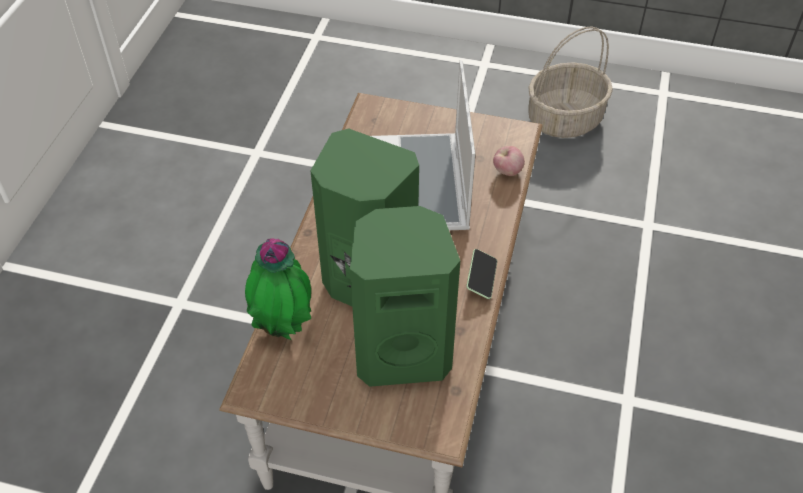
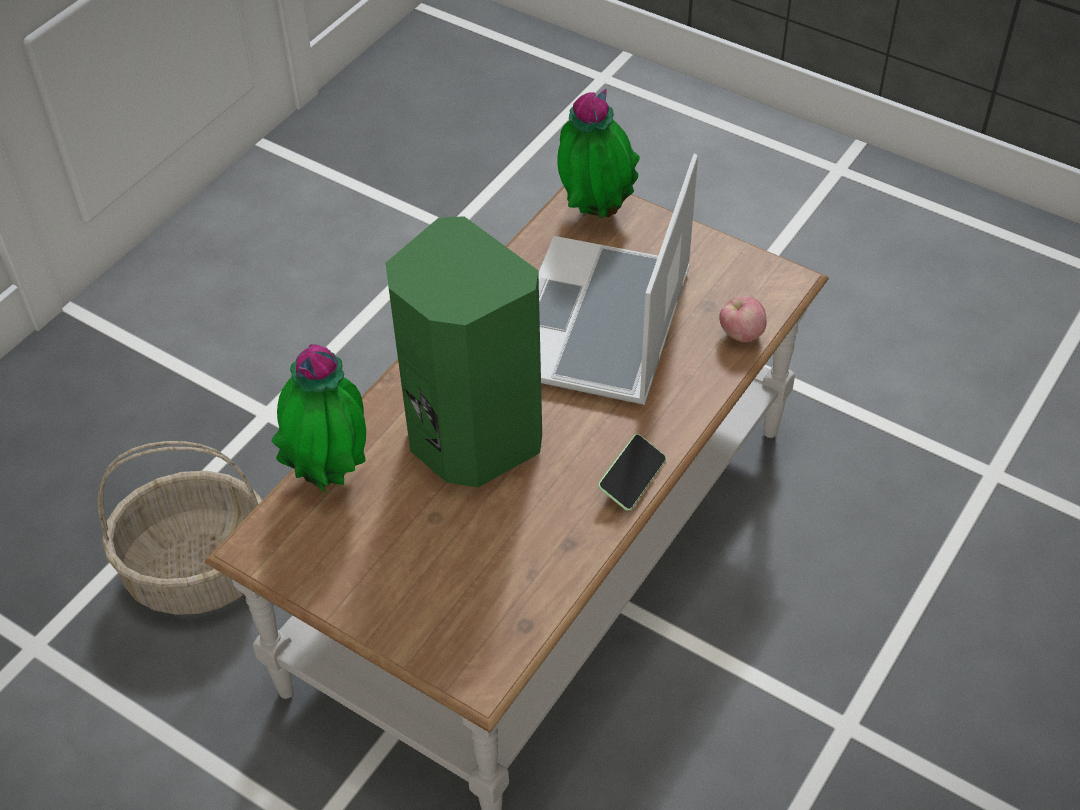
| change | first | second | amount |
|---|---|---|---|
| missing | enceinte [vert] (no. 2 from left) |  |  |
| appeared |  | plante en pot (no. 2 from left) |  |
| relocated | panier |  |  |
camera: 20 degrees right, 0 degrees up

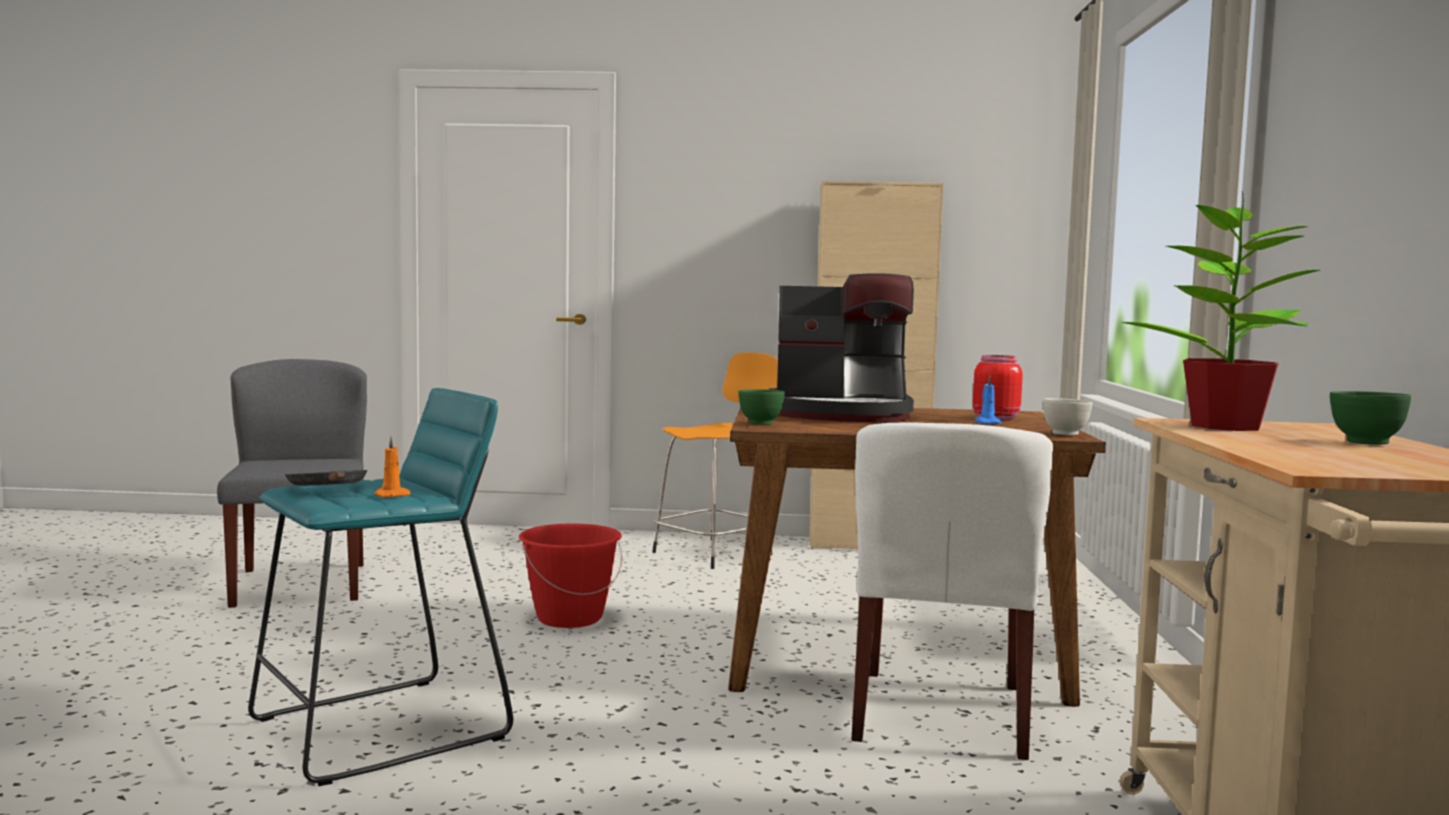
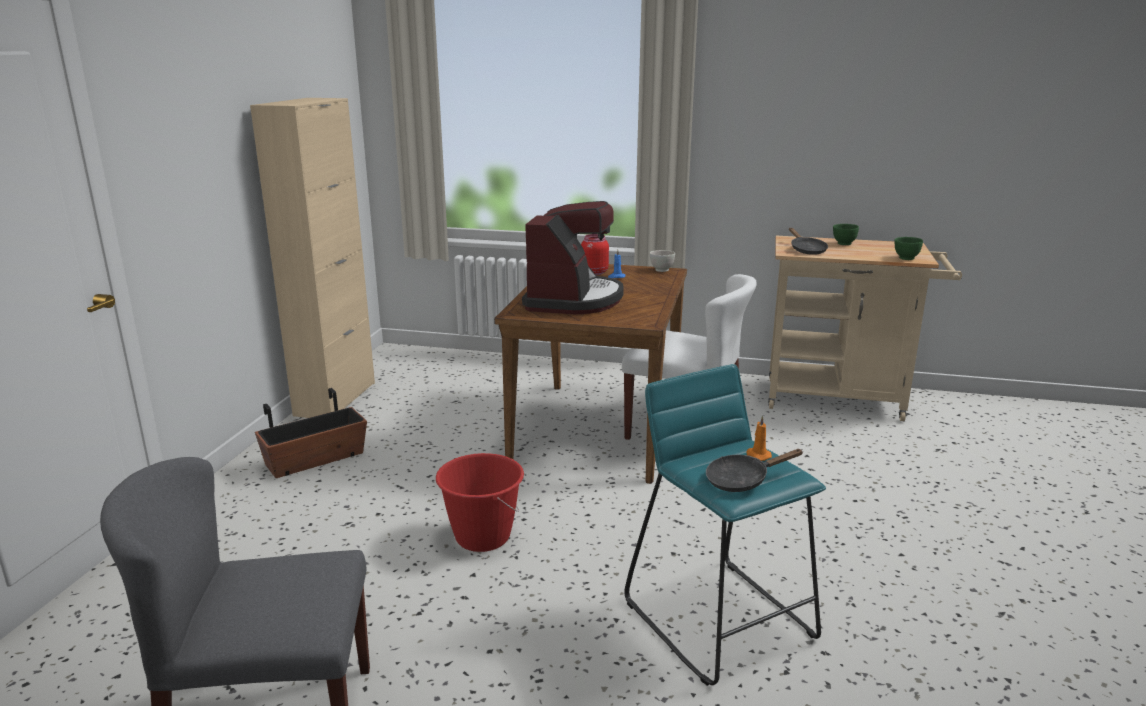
| change | first | second | amount |
|---|---|---|---|
| relocated | bol [vert] (no. 1 from left in the first image) | bol [vert] (no. 2 from left) |  |
| exchanged | tabouret [orange] | cache-pot |  |
| exchanged | plante en pot | poêle [noir] (no. 2 from left) |  |
camera: 80 degrees left, 15 degrees up

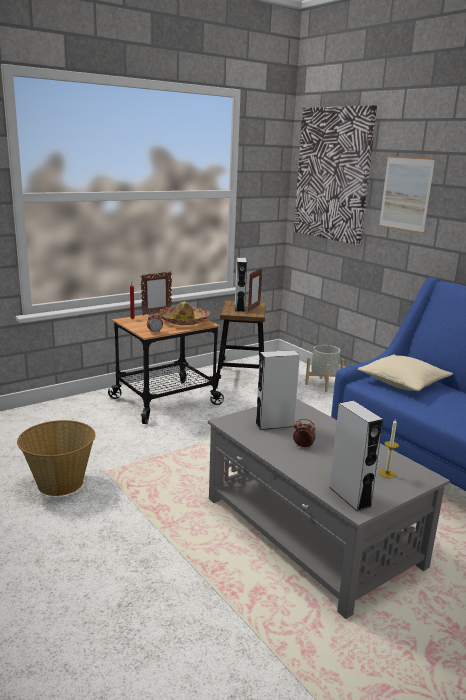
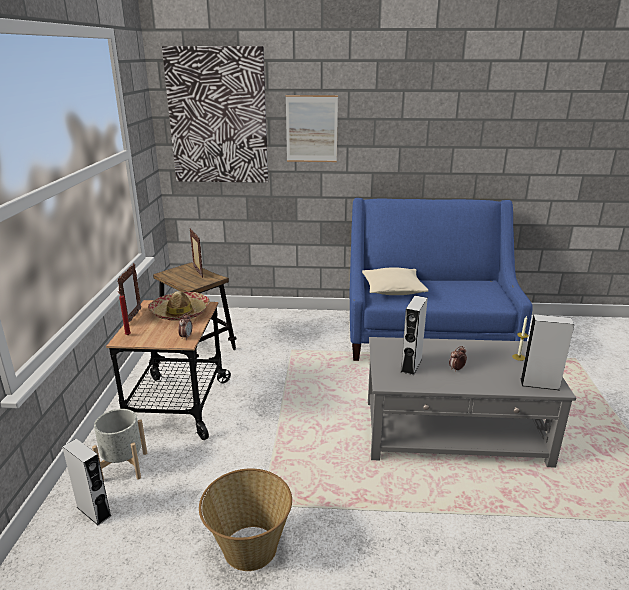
| change | first | second | amount |
|---|---|---|---|
| relocated | enceinte [gris] (no. 1 from left) |  |  |
| relocated | cache-pot [gris] |  |  |
camera: 50 degrees left, 5 degrees up

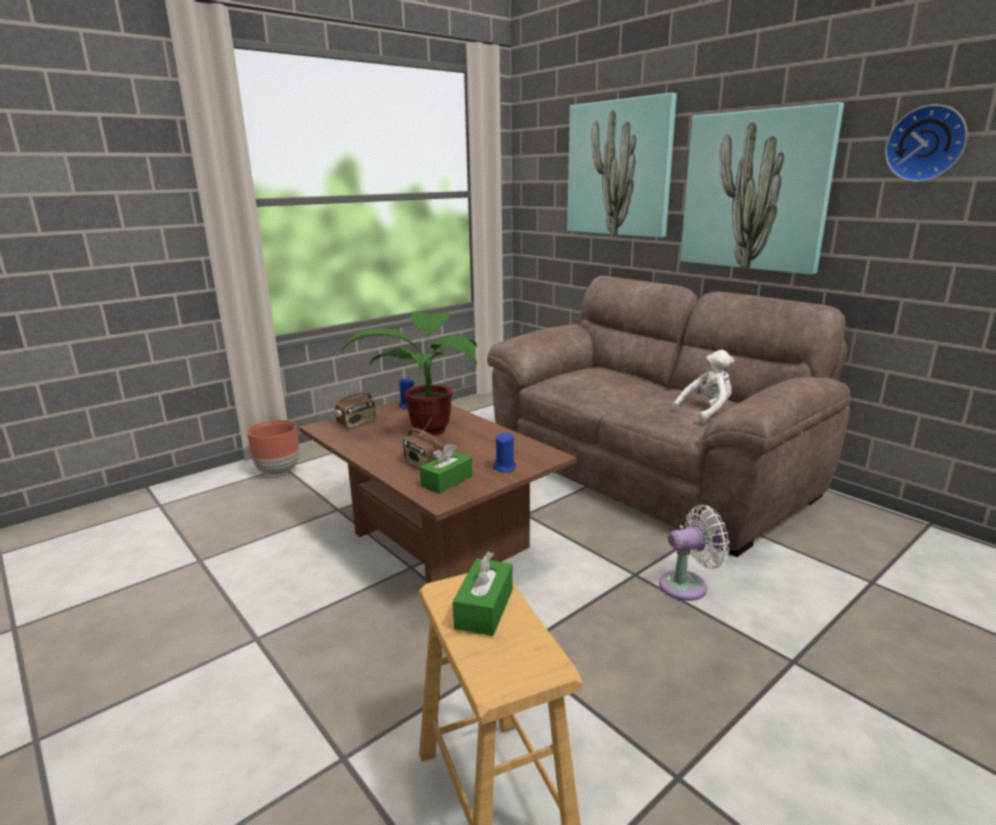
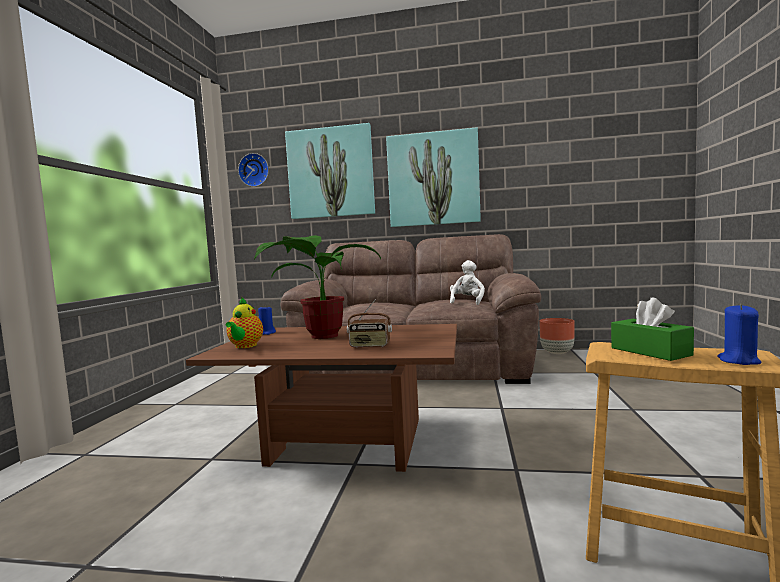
| change | first | second | amount |
|---|---|---|---|
| missing | boîte à mouchoirs [vert] (no. 1 from left) |  |  |
| missing | ventilateur [blanc] |  |  |
| relocated | cache-pot [marron] |  |  |
| relocated | bougie [bleu] (no. 2 from left) |  |  |
| relocated | horloge murale |  |  |
| exchanged | radio (no. 1 from left) | théière |  |
camera: 40 degrees left, 15 degrees down

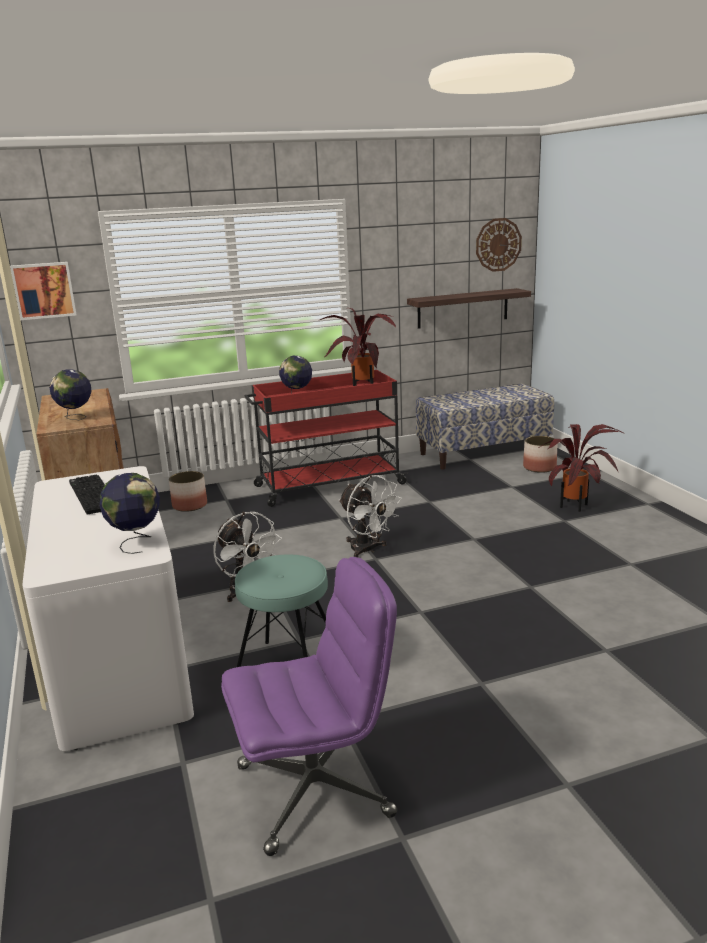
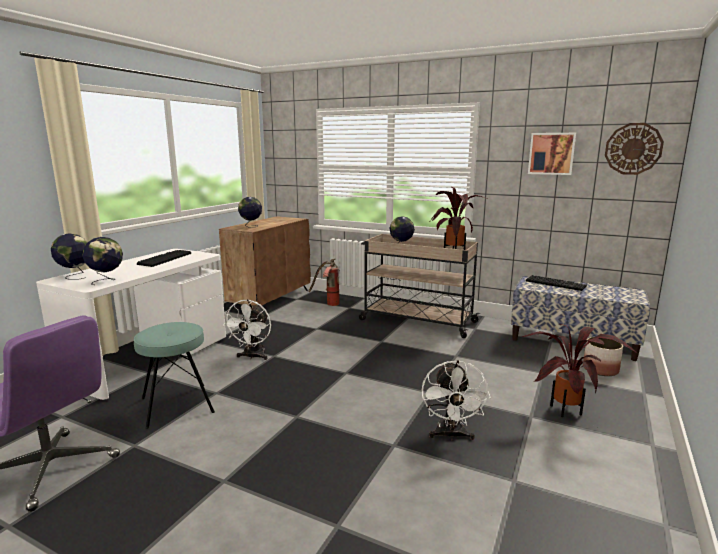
| change | first | second | amount |
|---|---|---|---|
| missing | étagère |  |  |
| appeared |  | globe (no. 1 from left) |  |
| appeared |  | clavier (no. 2 from left) |  |
| relocated | tableau |  |  |
| relocated | ventilateur [blanc] (no. 2 from left) |  |  |
| exchanged | cache-pot (no. 1 from left) | extincteur |  |
| colour | chariot [rouge] | chariot [beige] |  |
camera: 45 degrees right, 5 degrees down

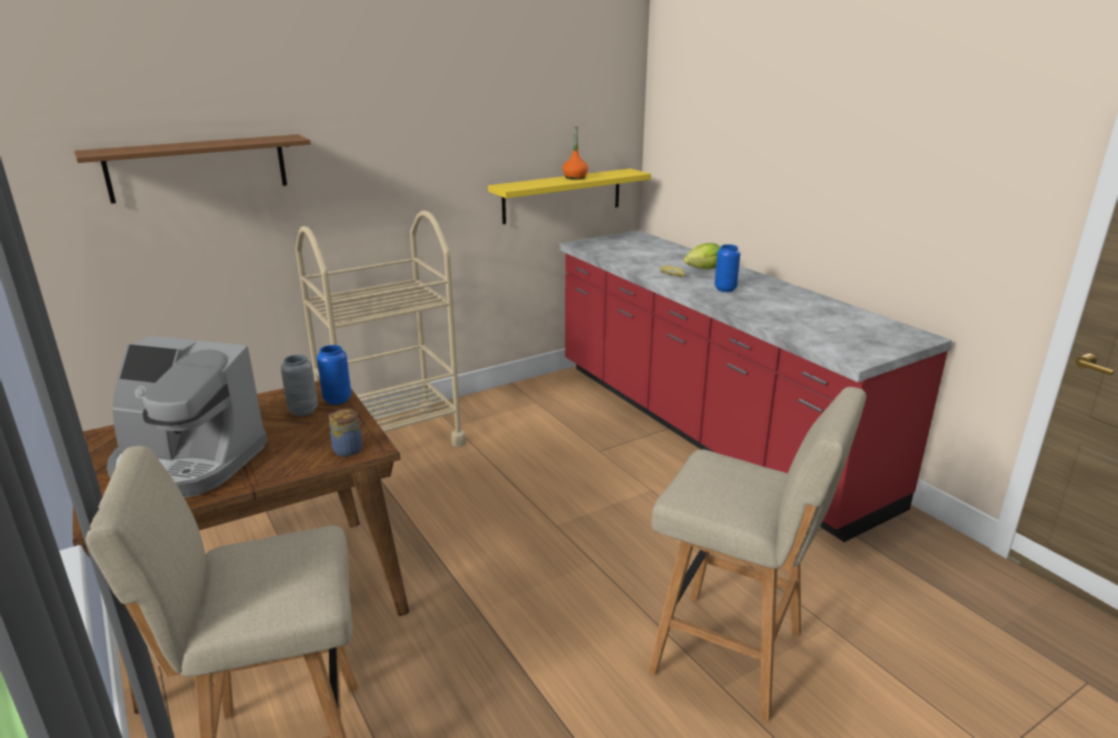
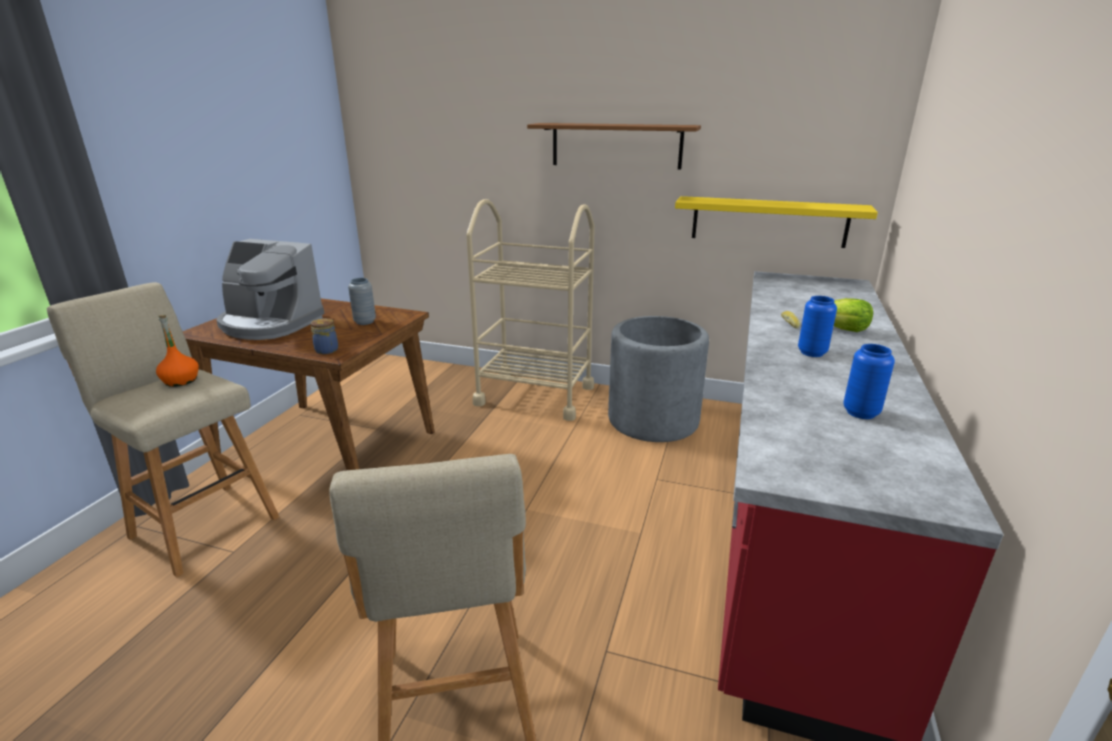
| change | first | second | amount |
|---|---|---|---|
| appeared |  | cache-pot [gris] |  |
| relocated | étagère [marron] |  |  |
| relocated | vase [bleu] (no. 1 from left in the first image) | vase [bleu] (no. 2 from left) |  |
| relocated | bouteille [orange] |  |  |
| spun | machine à café |  | 45 degrees counterclockwise |
camera: 50 degrees right, 0 degrees up

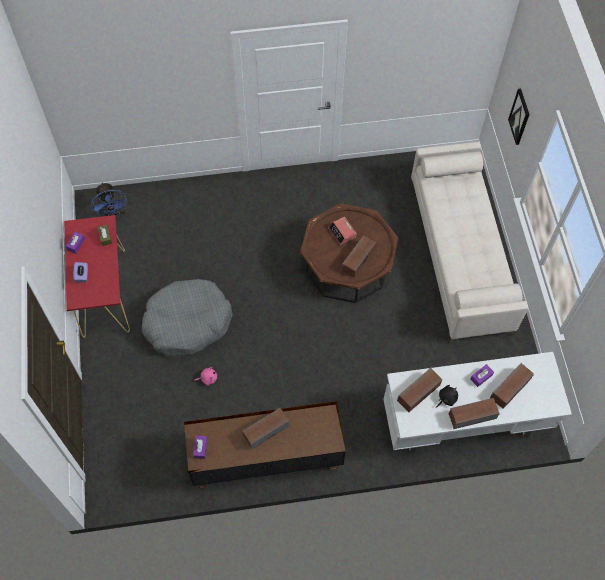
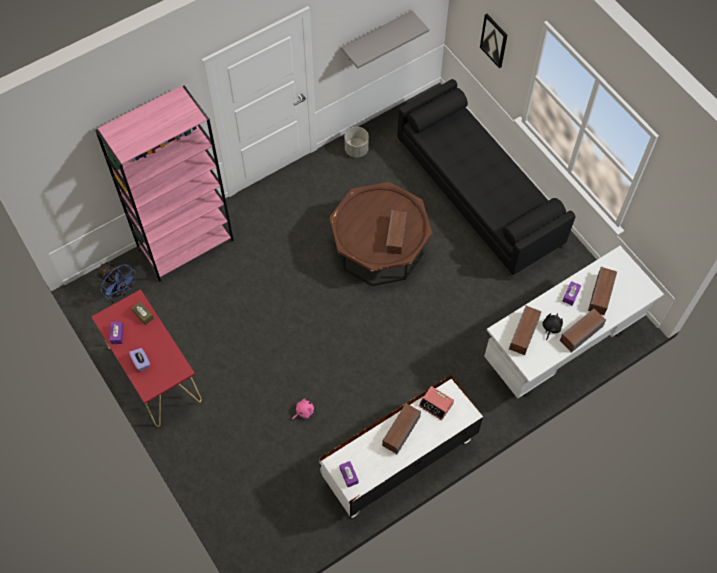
| change | first | second | amount |
|---|---|---|---|
| missing | panier pour chien [gris] |  |  |
| appeared |  | bibliothèque [rose] |  |
| appeared |  | étagère [gris] |  |
| appeared |  | cache-pot [gris] |  |
| relocated | réveil |  |  |
| colour | meuble télé [marron] | meuble télé [blanc] |  |
| colour | canapé [beige] | canapé [noir] |  |
camera: 25 degrees left, 0 degrees up

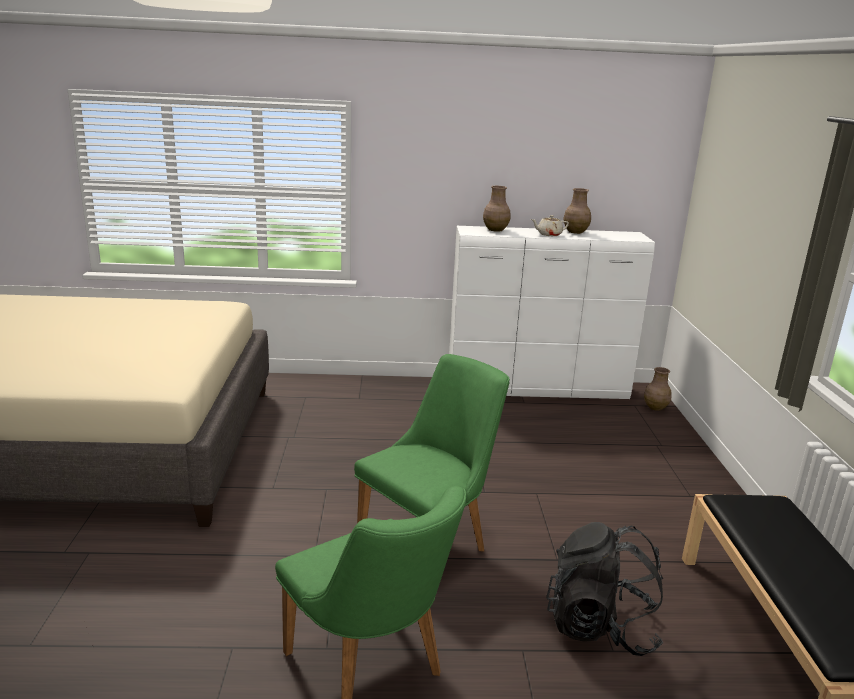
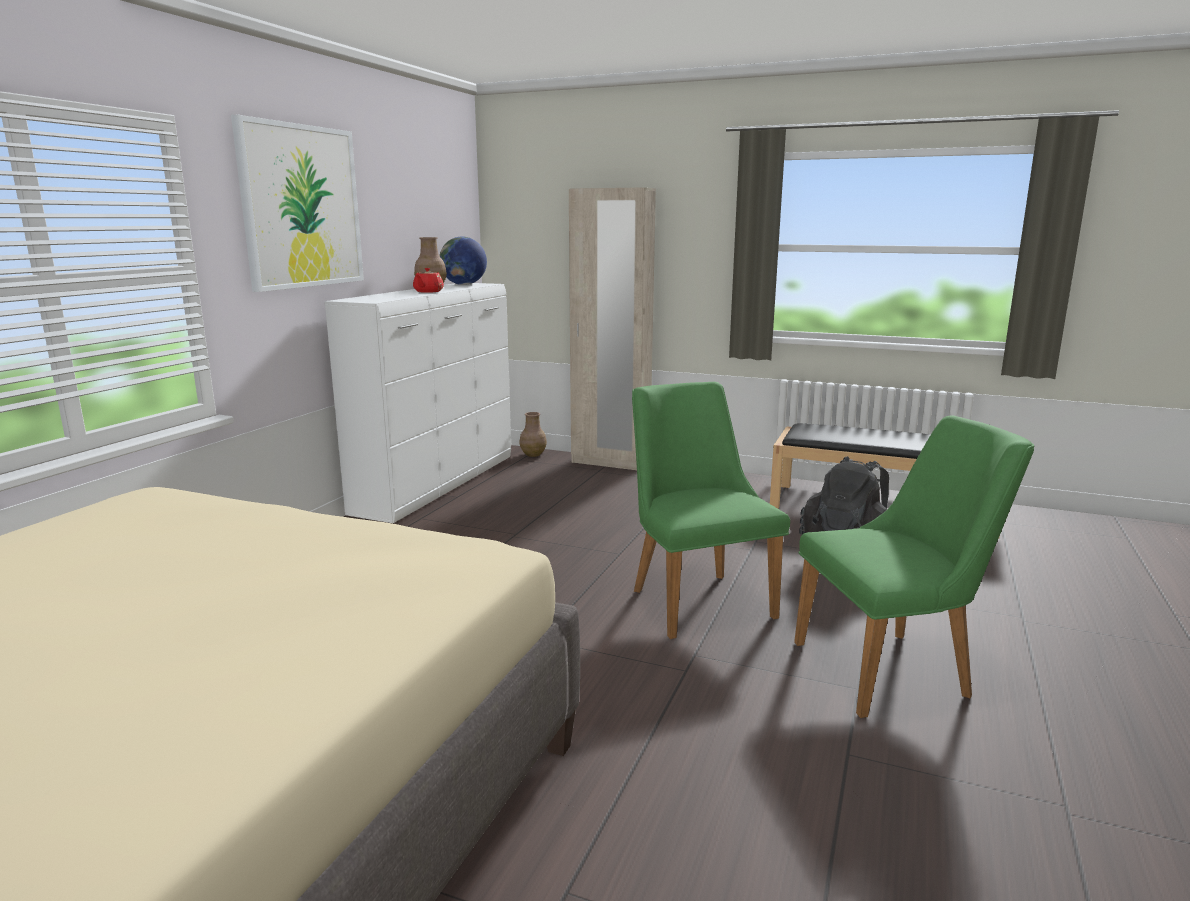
| change | first | second | amount |
|---|---|---|---|
| missing | vase [marron] (no. 1 from left) |  |  |
| appeared |  | tableau |  |
| appeared |  | globe |  |
| appeared |  | armoire [beige] |  |
| colour | théière [beige] | théière [rouge] |  |
camera: 65 degrees left, 5 degrees down

